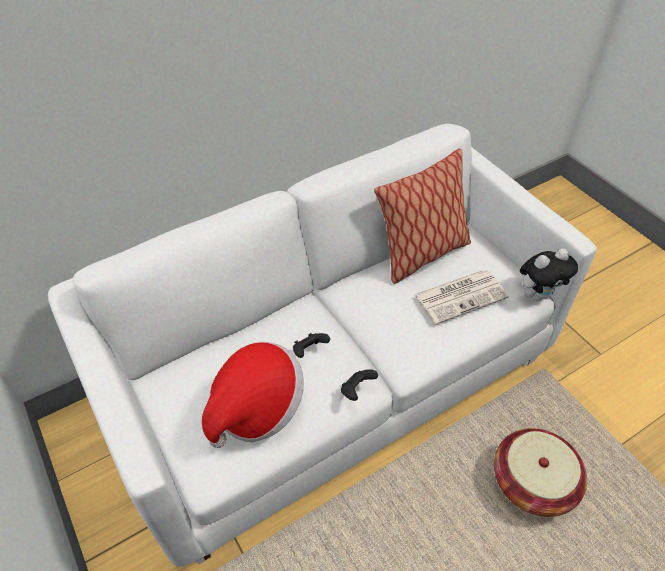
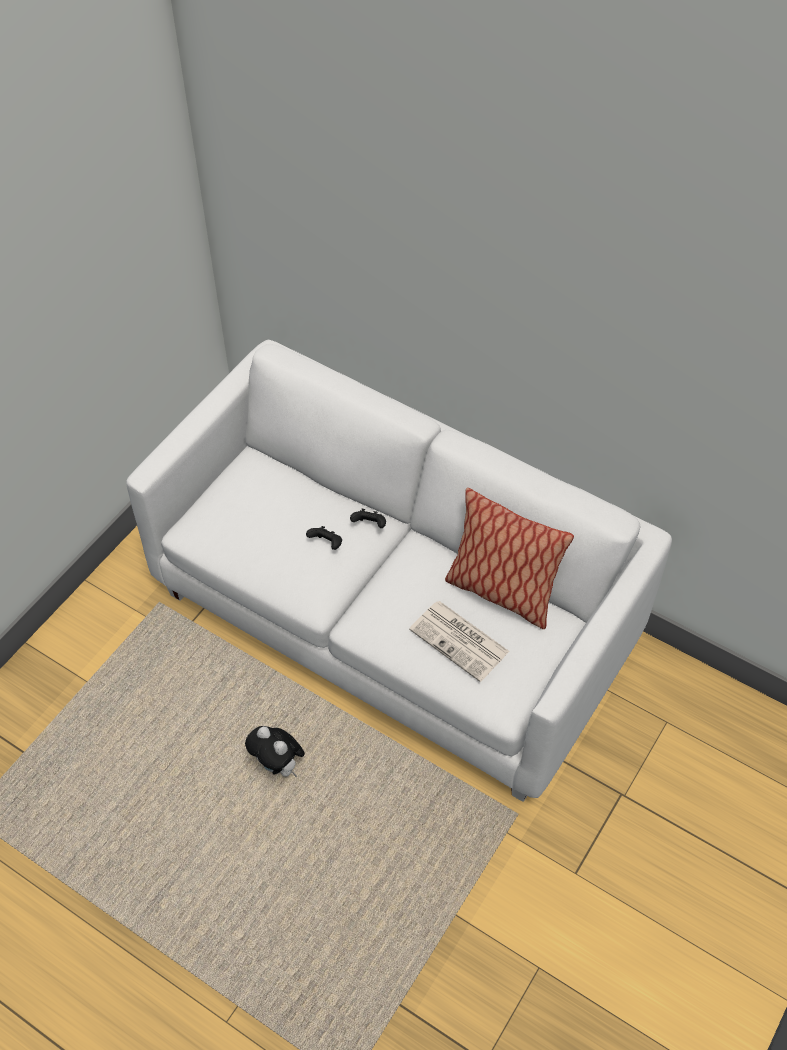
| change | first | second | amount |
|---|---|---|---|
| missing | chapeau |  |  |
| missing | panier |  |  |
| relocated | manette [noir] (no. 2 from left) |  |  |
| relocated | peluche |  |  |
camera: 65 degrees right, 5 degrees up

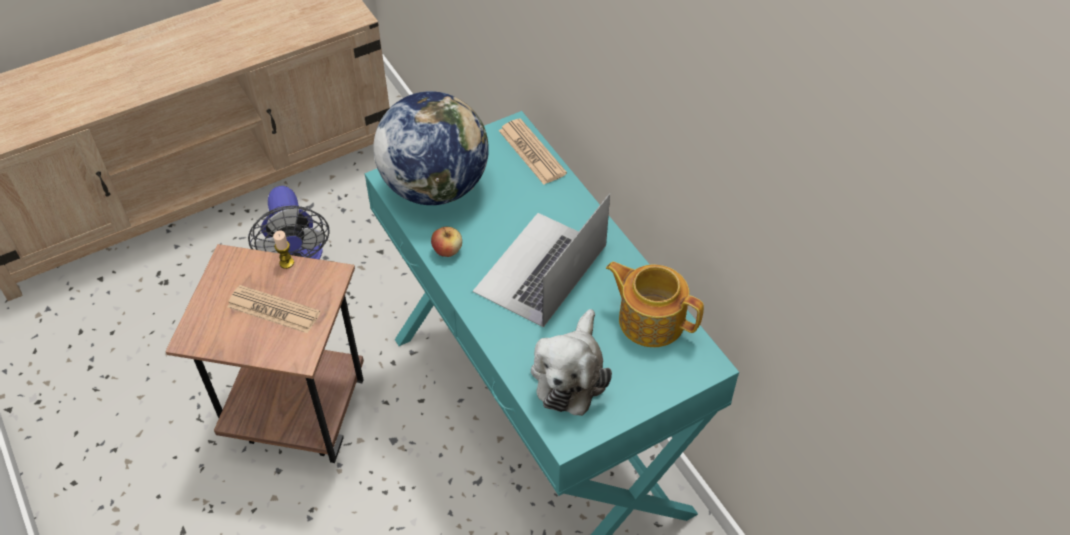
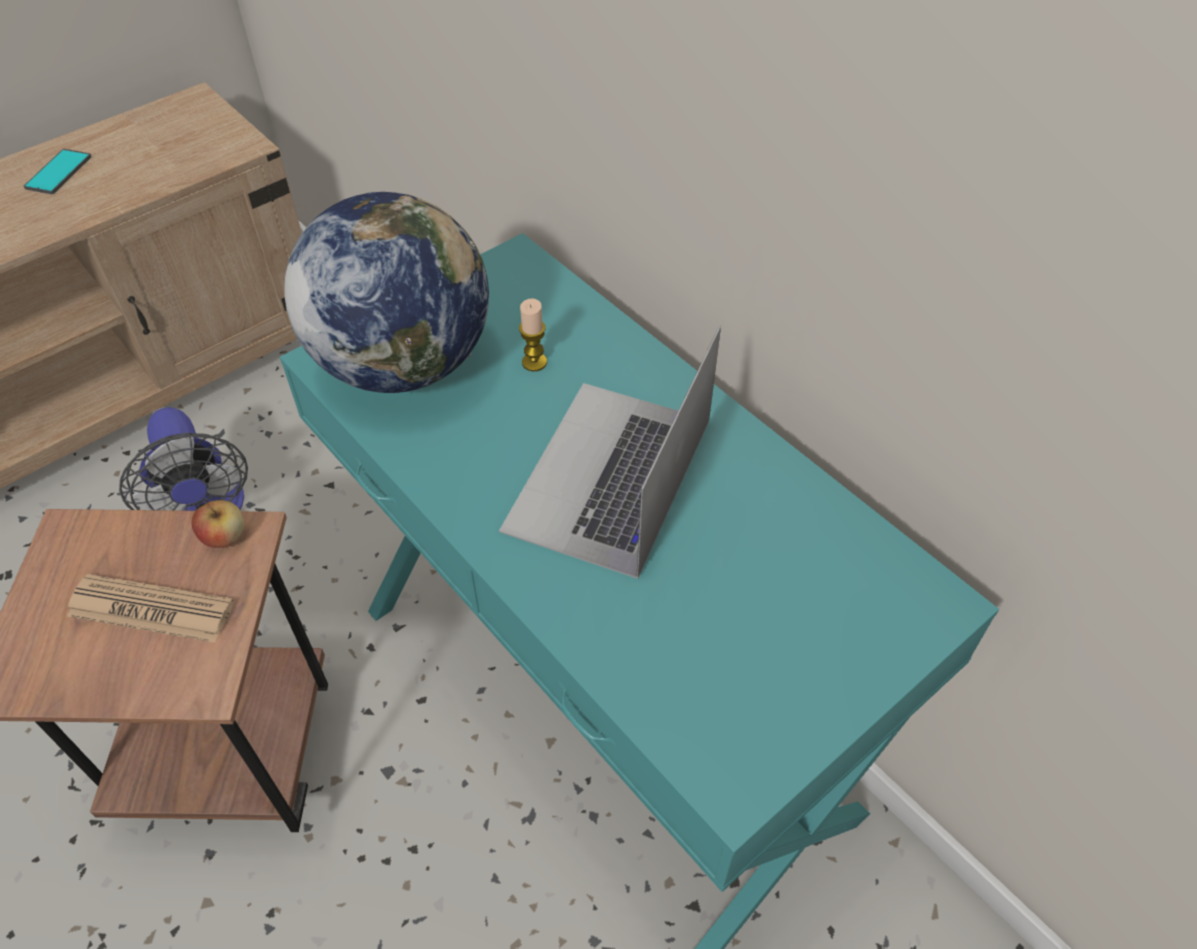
| change | first | second | amount |
|---|---|---|---|
| missing | journal (no. 2 from left) |  |  |
| missing | peluche |  |  |
| missing | théière |  |  |
| appeared |  | téléphone |  |
| relocated | bougie |  |  |
| relocated | pomme |  |  |
camera: 10 degrees left, 0 degrees up

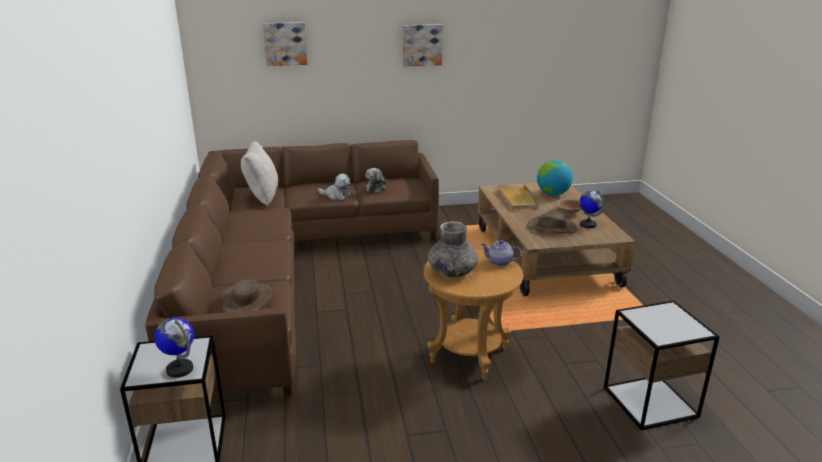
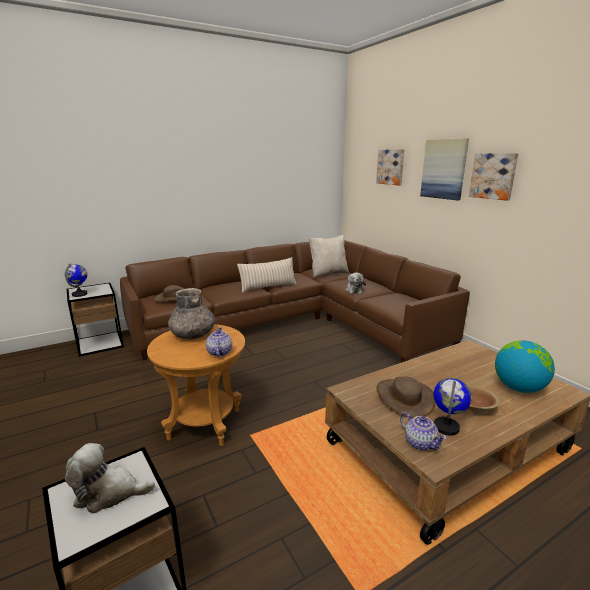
| change | first | second | amount |
|---|---|---|---|
| missing | plateau [beige] |  |  |
| appeared |  | coussin [beige] (no. 1 from left) |  |
| appeared |  | théière (no. 2 from left) |  |
| appeared |  | tableau (no. 2 from left) |  |
| relocated | peluche (no. 2 from left in the first image) | peluche (no. 1 from left) |  |
camera: 70 degrees right, 5 degrees down

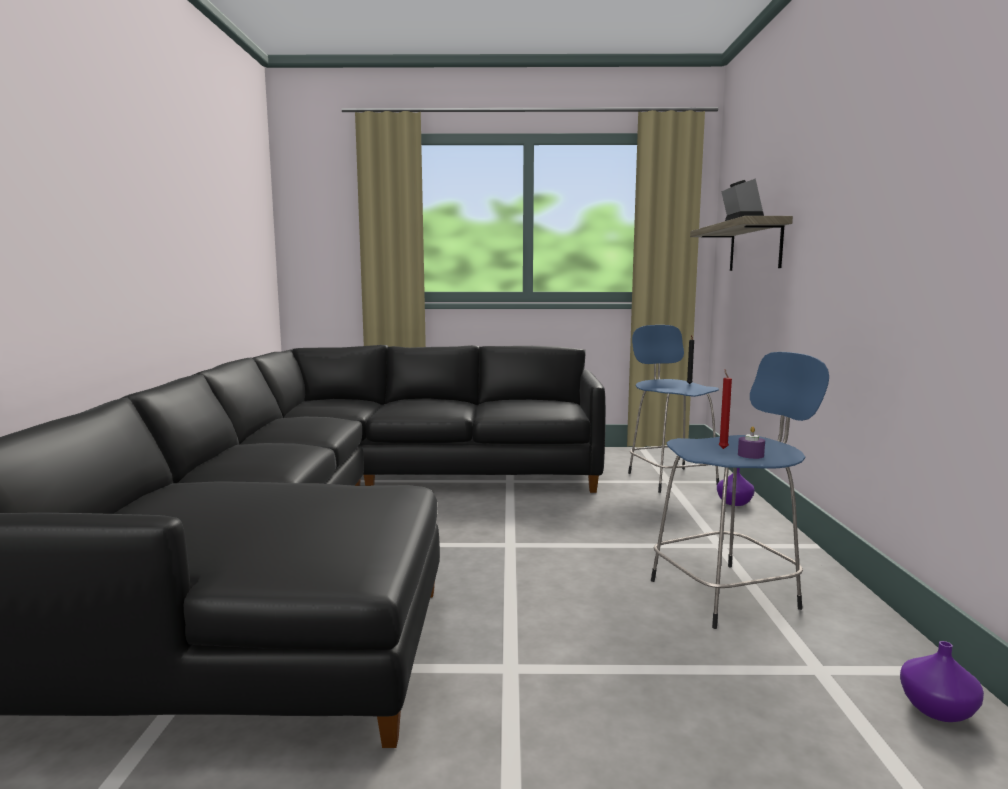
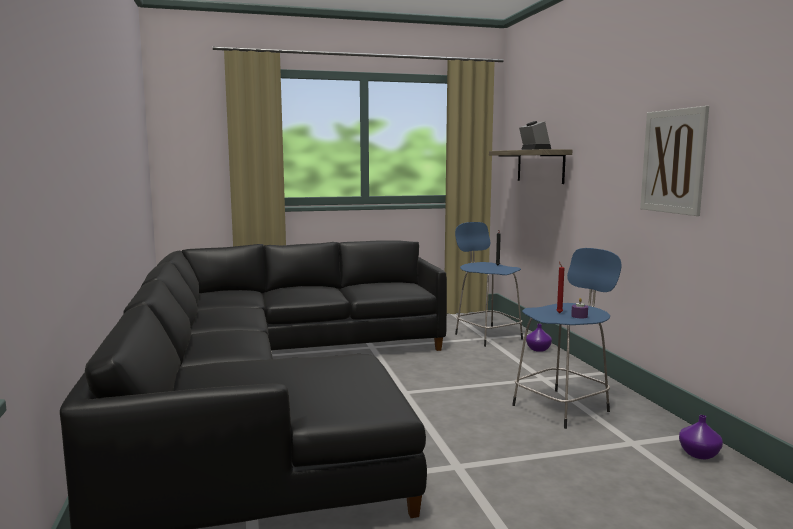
| change | first | second | amount |
|---|---|---|---|
| appeared |  | tableau |  |
camera: 15 degrees left, 0 degrees up

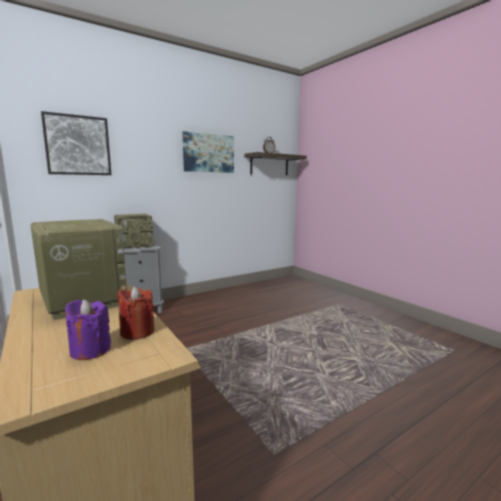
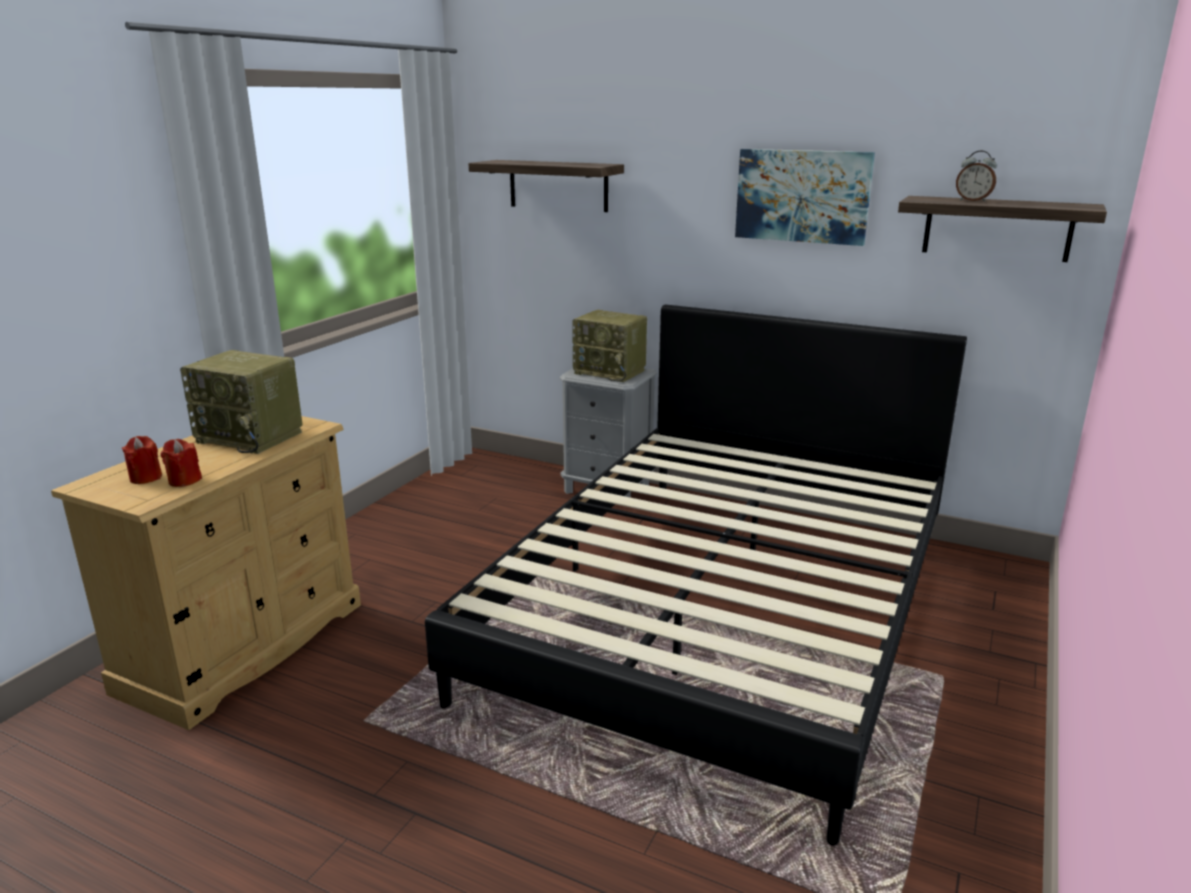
| change | first | second | amount |
|---|---|---|---|
| appeared |  | lit [noir] |  |
| exchanged | tableau (no. 1 from left) | étagère (no. 1 from left) |  |
| colour | bougie [violet] | bougie [rouge] (no. 1 from left) |  |
| spun | radio (no. 1 from left) |  | 90 degrees clockwise |
camera: 60 degrees right, 10 degrees up

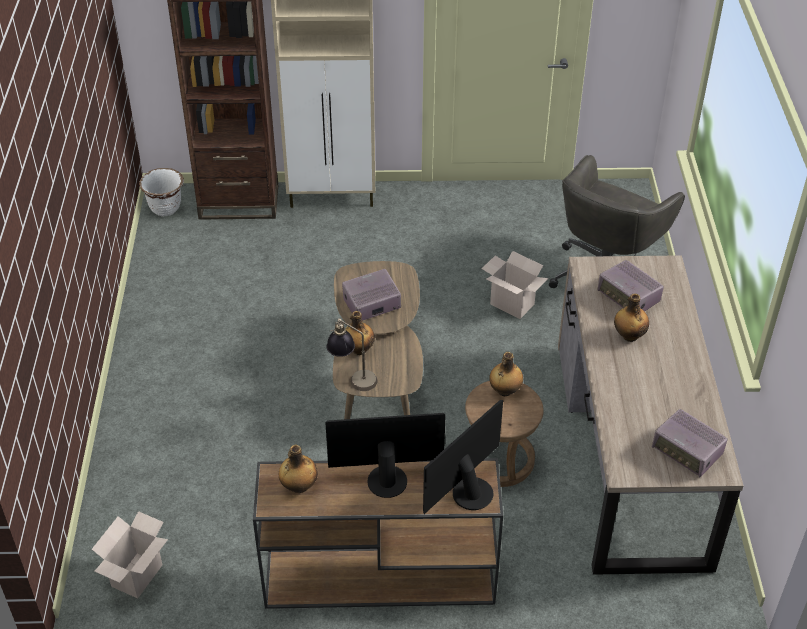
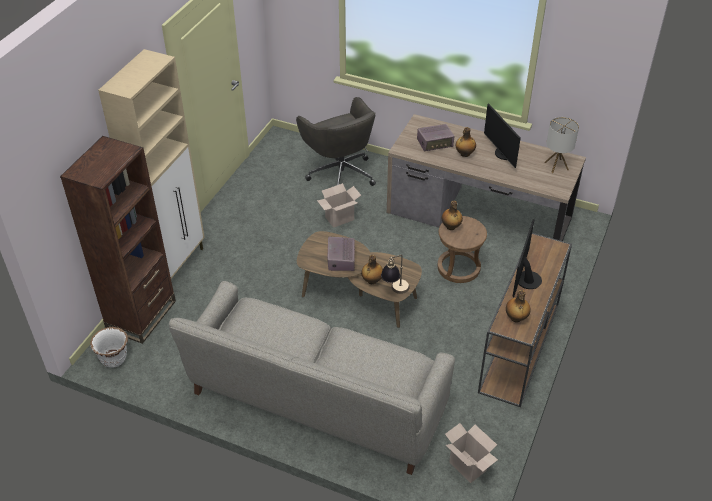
| change | first | second | amount |
|---|---|---|---|
| appeared |  | canapé [gris] |  |
| relocated | écran d'ordinateur (no. 2 from left in the first image) | écran d'ordinateur (no. 1 from left) |  |
| exchanged | radio (no. 3 from left) | lampe de table (no. 2 from left) |  |
camera: 65 degrees left, 0 degrees up

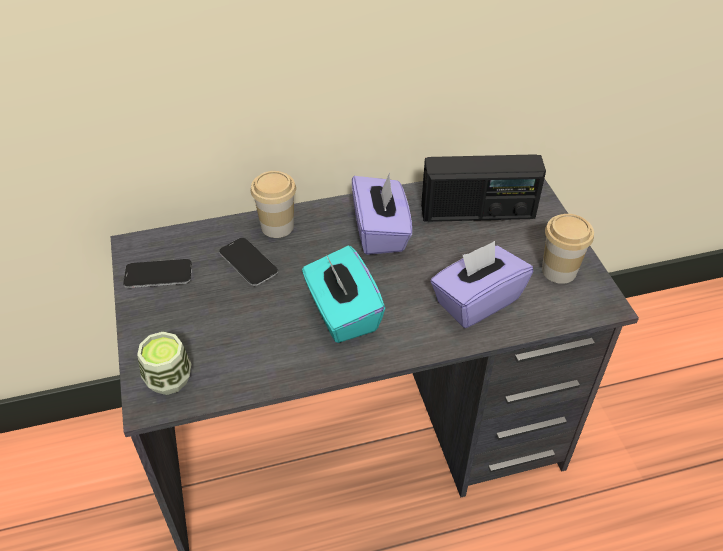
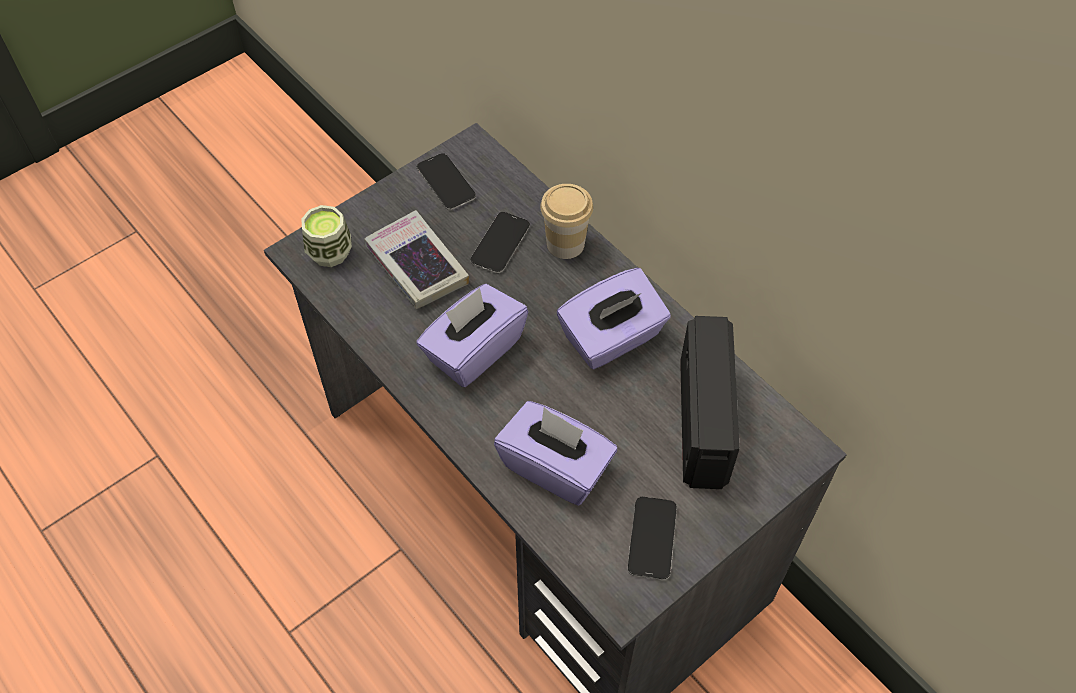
| change | first | second | amount |
|---|---|---|---|
| appeared |  | livre |  |
| exchanged | tasse (no. 3 from left) | téléphone (no. 3 from left) |  |
| colour | boîte à mouchoirs [turquoise] | boîte à mouchoirs [violet] (no. 1 from left) |  |
| spun | radio |  | 150 degrees counterclockwise |
camera: 65 degrees right, 10 degrees up

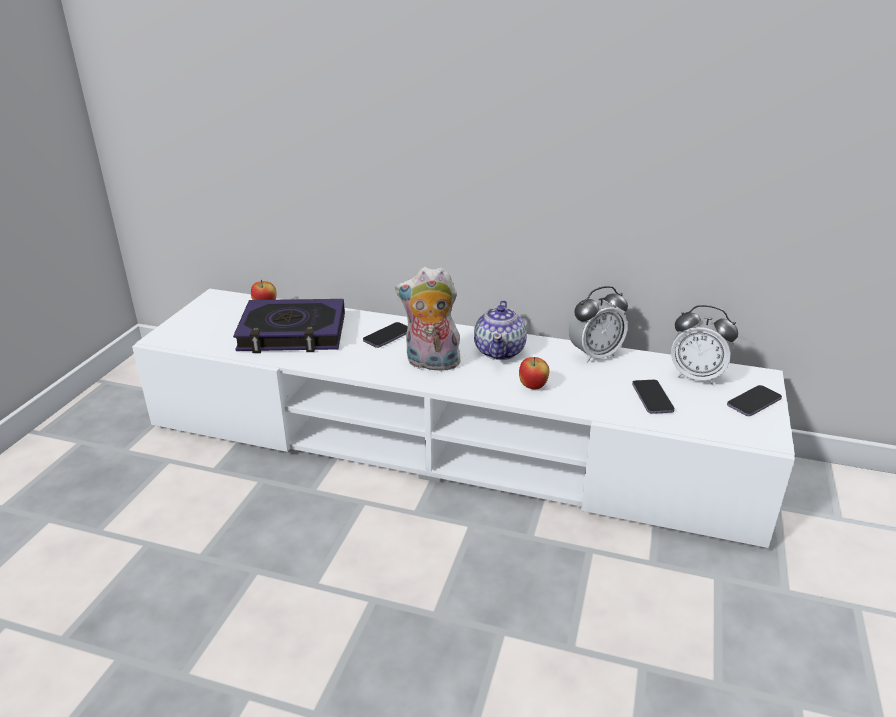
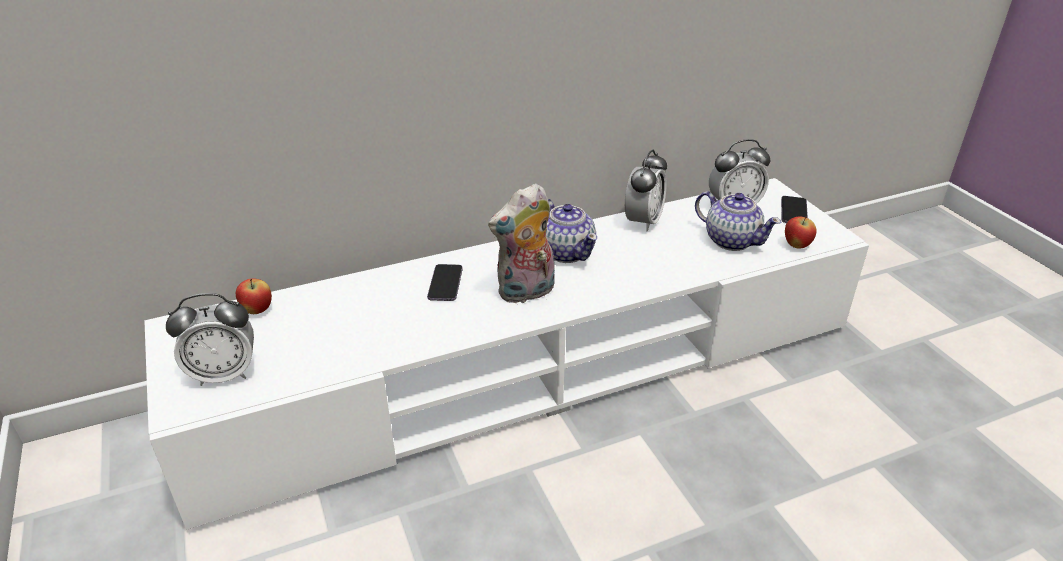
| change | first | second | amount |
|---|---|---|---|
| missing | livre |  |  |
| appeared |  | réveil (no. 1 from left) |  |
| relocated | pomme (no. 2 from left) |  |  |
| exchanged | téléphone (no. 2 from left) | théière (no. 2 from left) |  |
camera: 40 degrees left, 5 degrees up

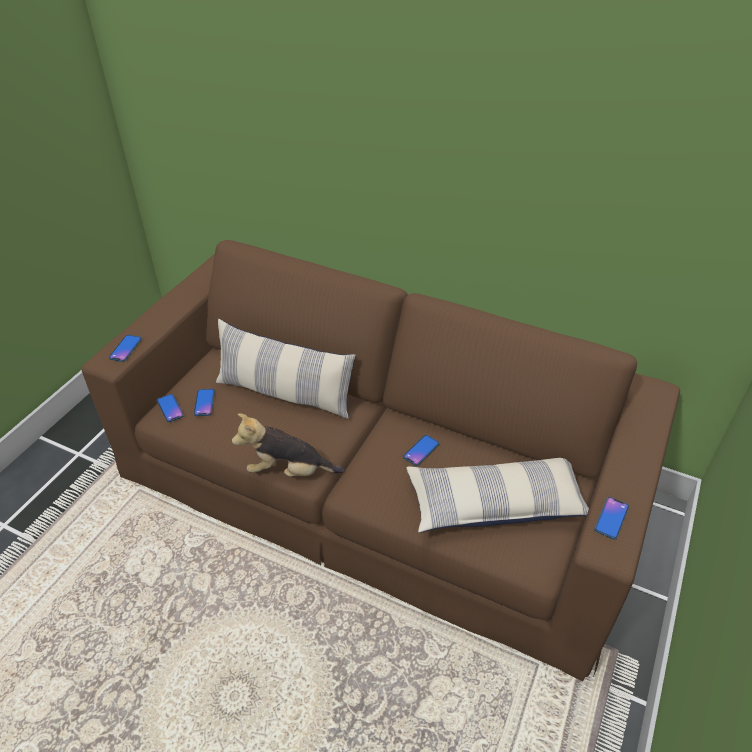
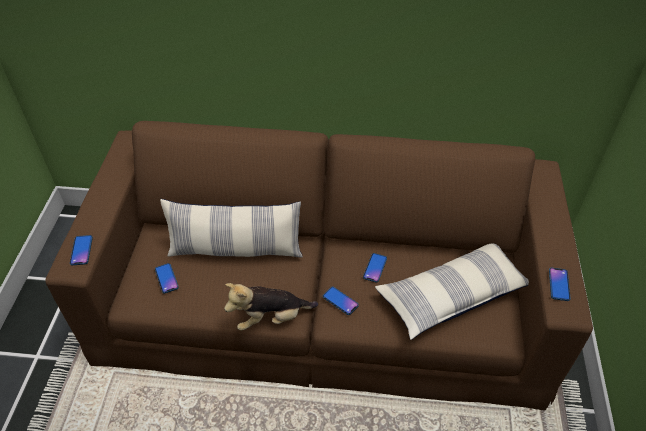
| change | first | second | amount |
|---|---|---|---|
| relocated | téléphone (no. 2 from left in the first image) | téléphone (no. 3 from left) |  |
camera: 20 degrees left, 5 degrees up

